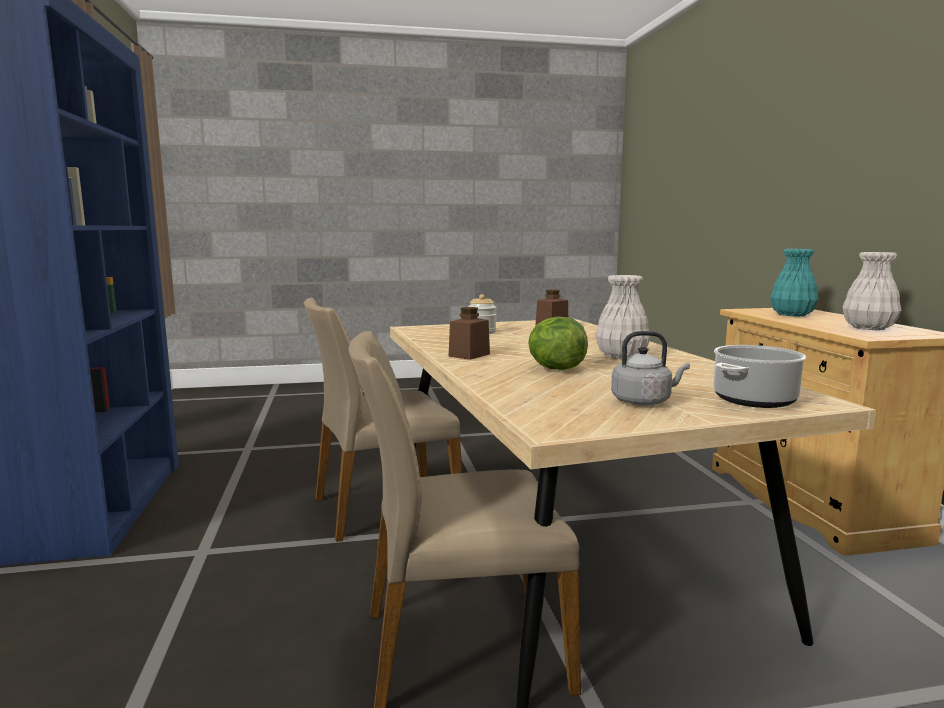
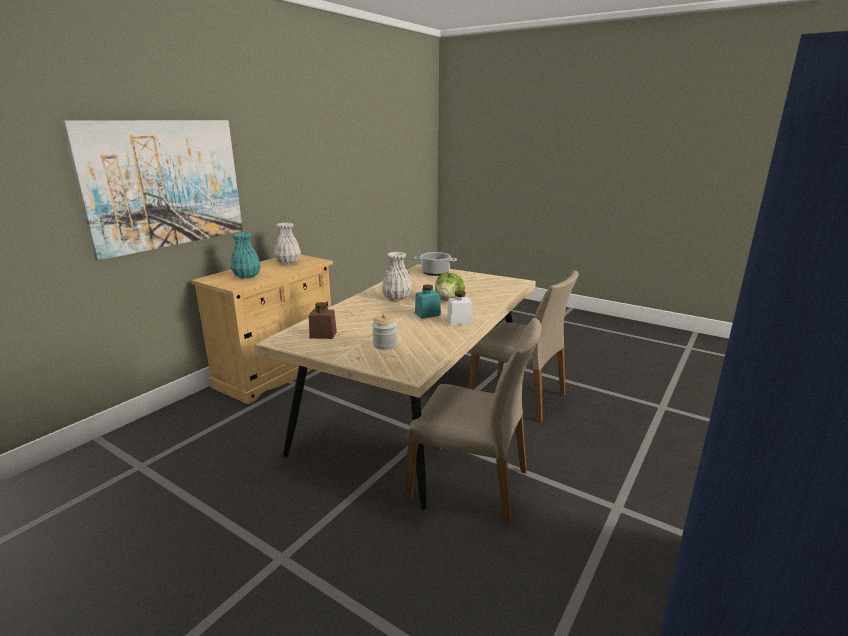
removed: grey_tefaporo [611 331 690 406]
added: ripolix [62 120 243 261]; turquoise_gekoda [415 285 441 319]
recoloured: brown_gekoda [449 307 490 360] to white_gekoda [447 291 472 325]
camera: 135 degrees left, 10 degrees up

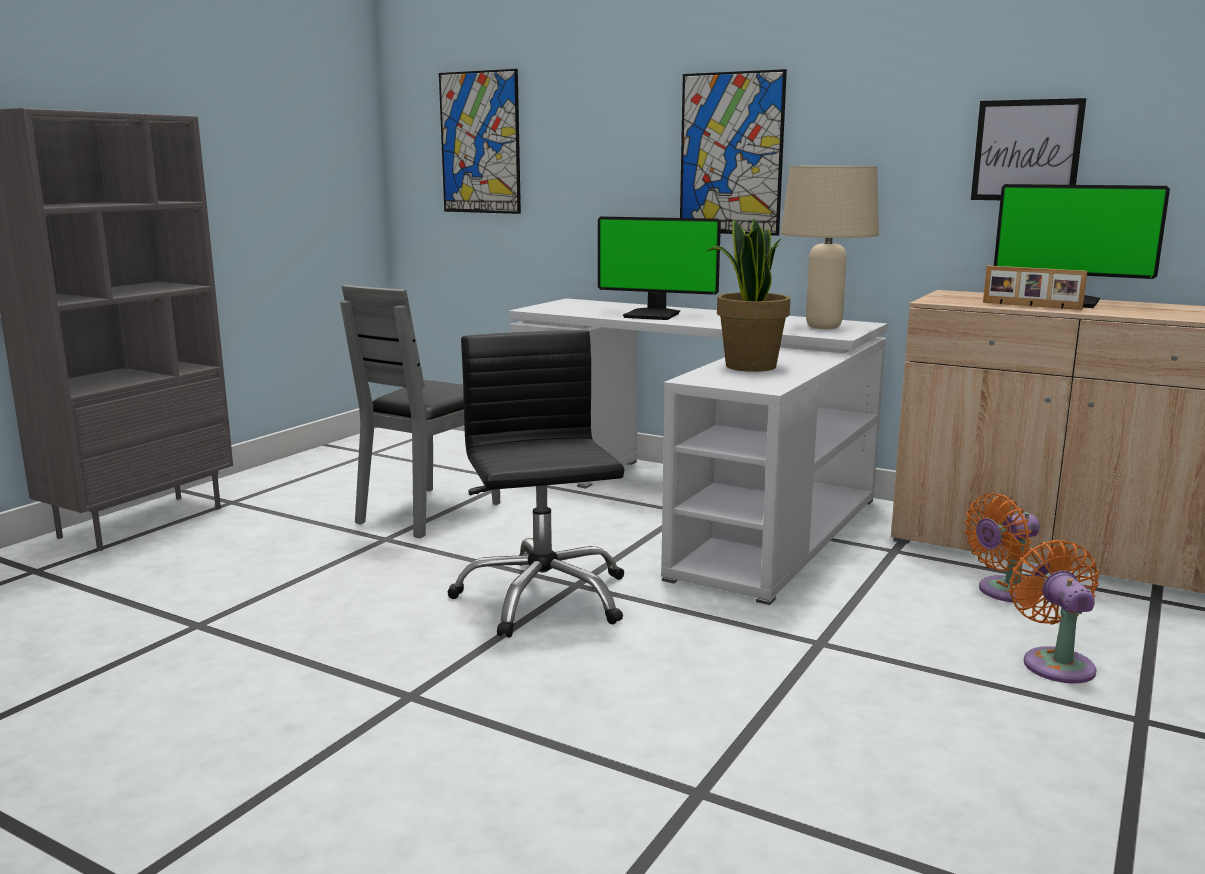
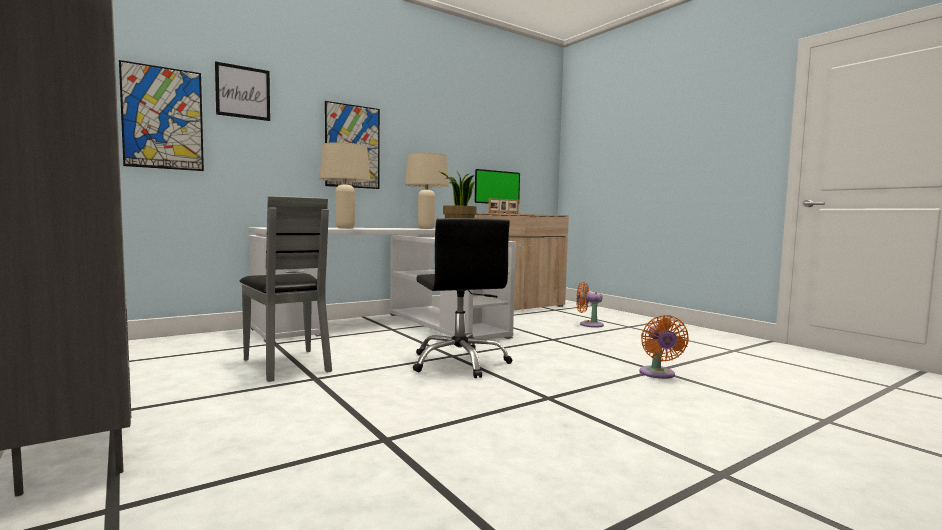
moved: ripolix [971 98 1086 200] to [215 61 270 121]; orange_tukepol [964 493 1040 603] to [640 315 689 379]
replaced: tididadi [598 216 721 320] to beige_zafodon [319 142 370 229]
turned: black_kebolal [447 330 624 638] = [413 218 512 378] 120 degrees counterclockwise
camera: 65 degrees left, 10 degrees down

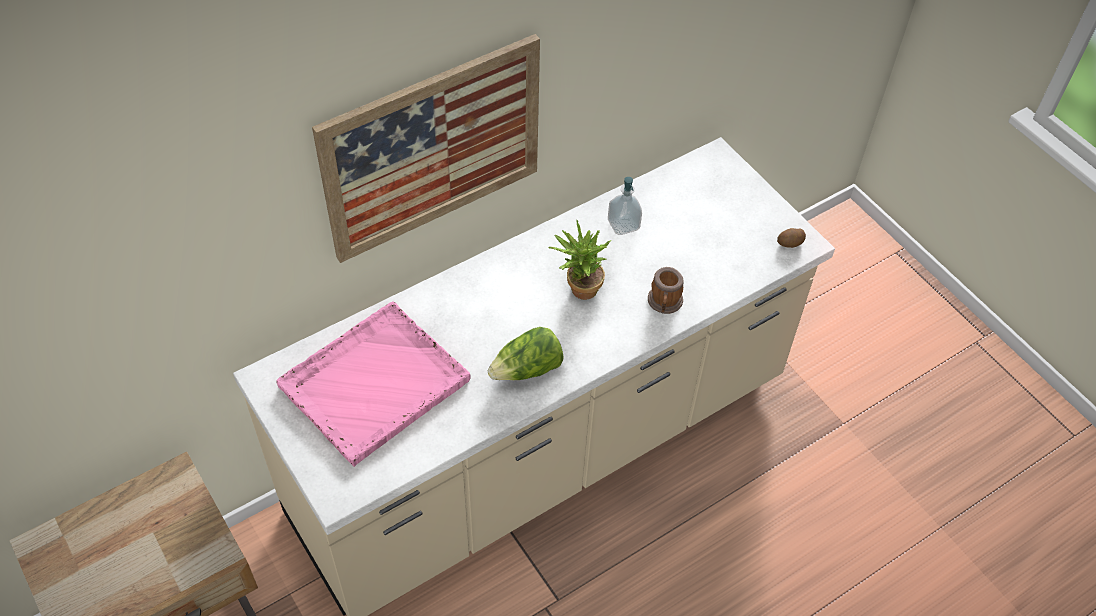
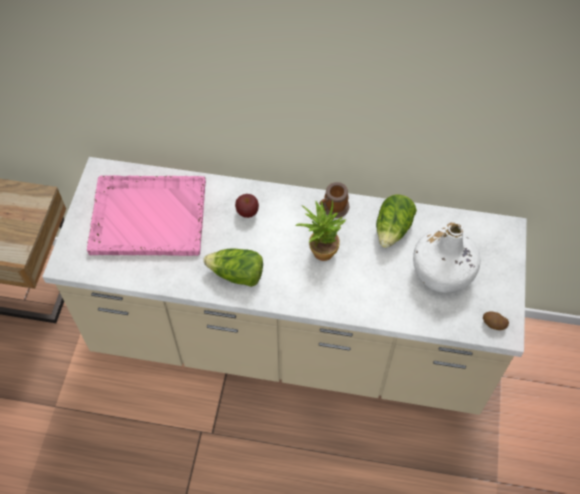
removed: ripolix [312 34 540 263]
added: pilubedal [235 194 259 218]; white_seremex [413 222 481 293]
moved: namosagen [648 267 684 314] to [319 182 349 218]
replaced: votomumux [608 177 642 235] to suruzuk [376 194 417 248]
camera: 45 degrees right, 5 degrees up

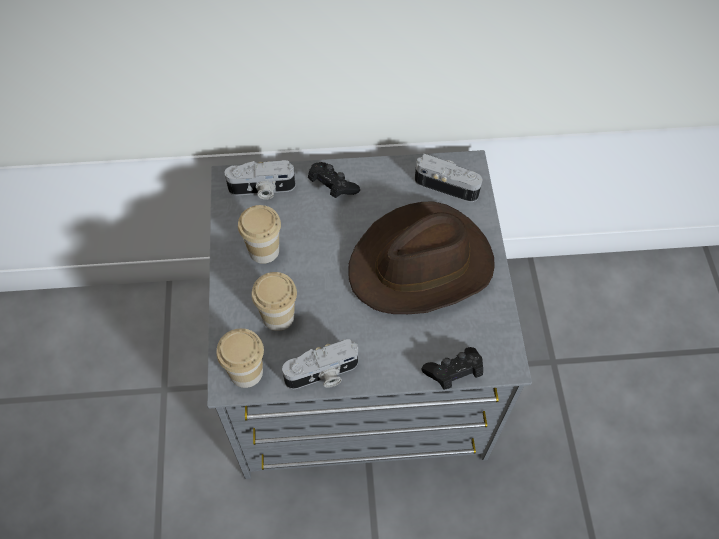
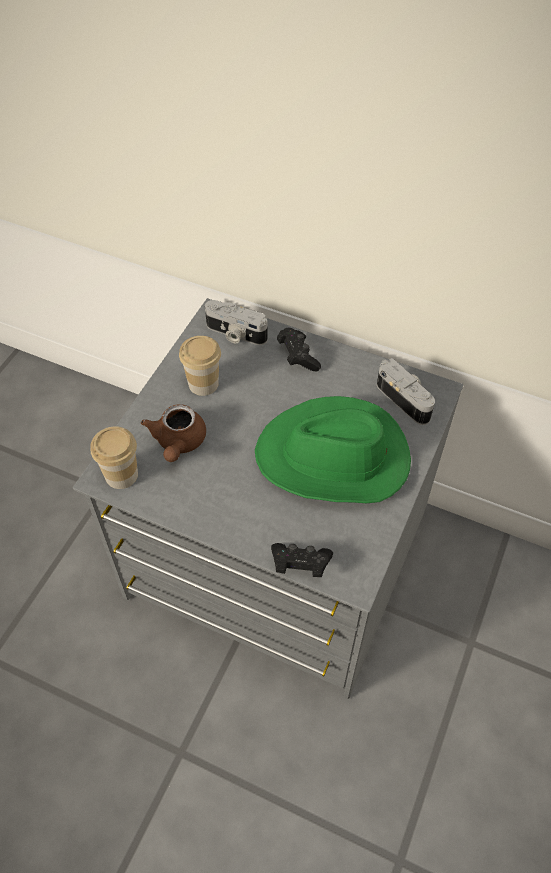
removed: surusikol [282 339 358 389]
replaced: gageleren [251 272 297 331] to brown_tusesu [141 404 206 462]
recoloured: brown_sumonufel [348 201 495 314] to green_sumonufel [255 396 411 503]
camera: 30 degrees right, 5 degrees down

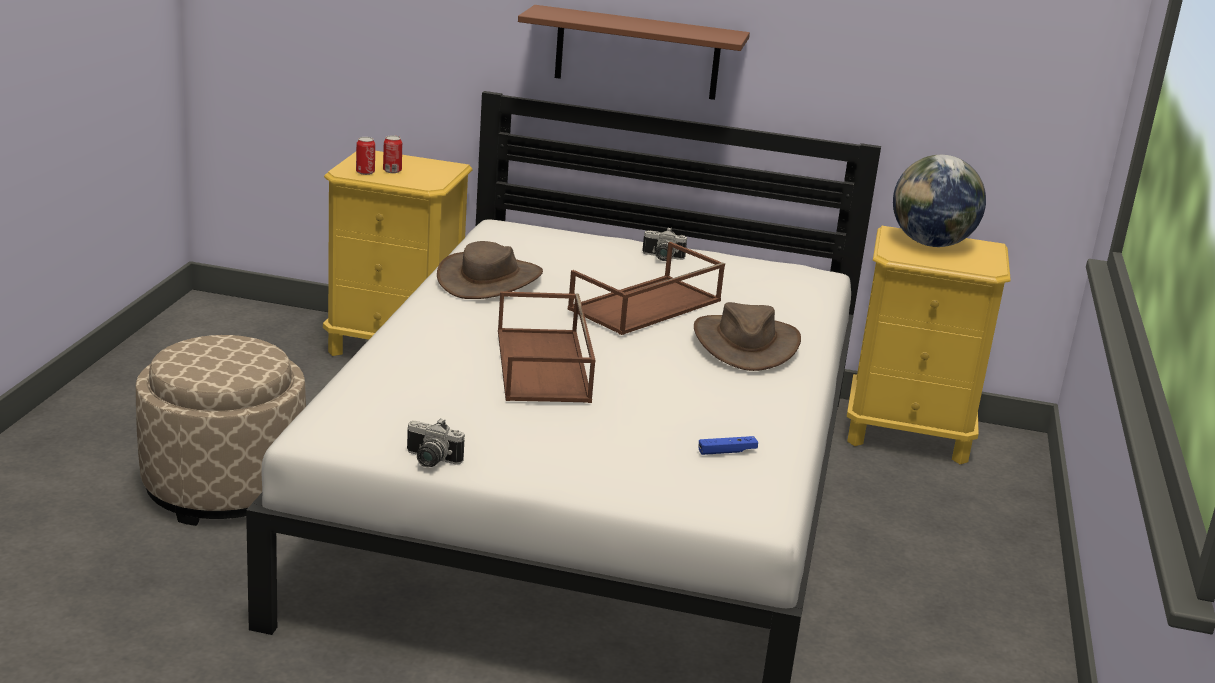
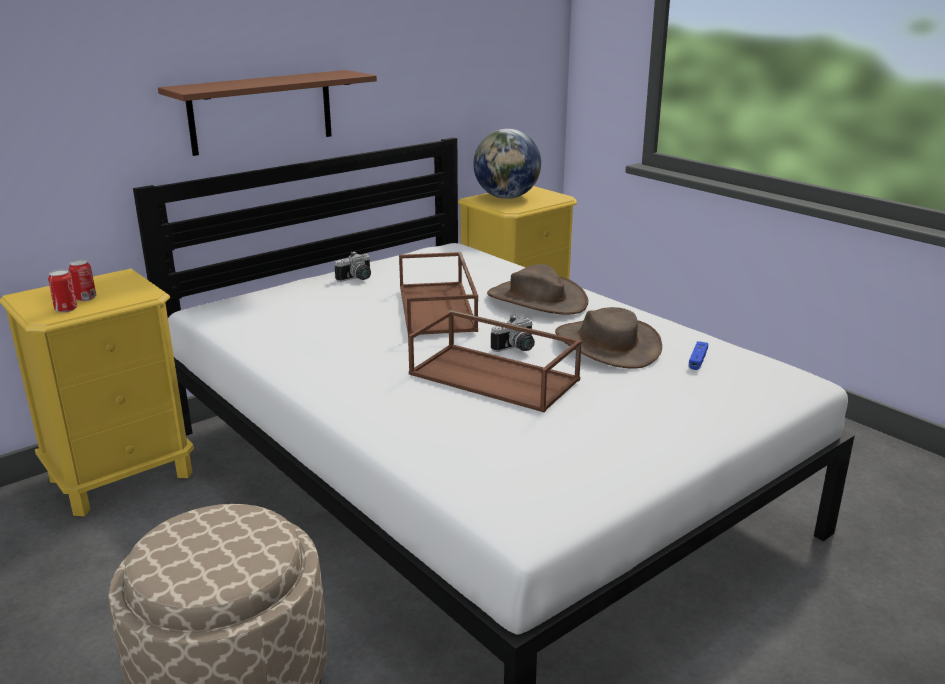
moved: brown_sumonufel [437 241 543 299] to [555 307 662 369]; surusikol [407 419 465 467] to [491 315 535 352]
camera: 50 degrees left, 0 degrees up

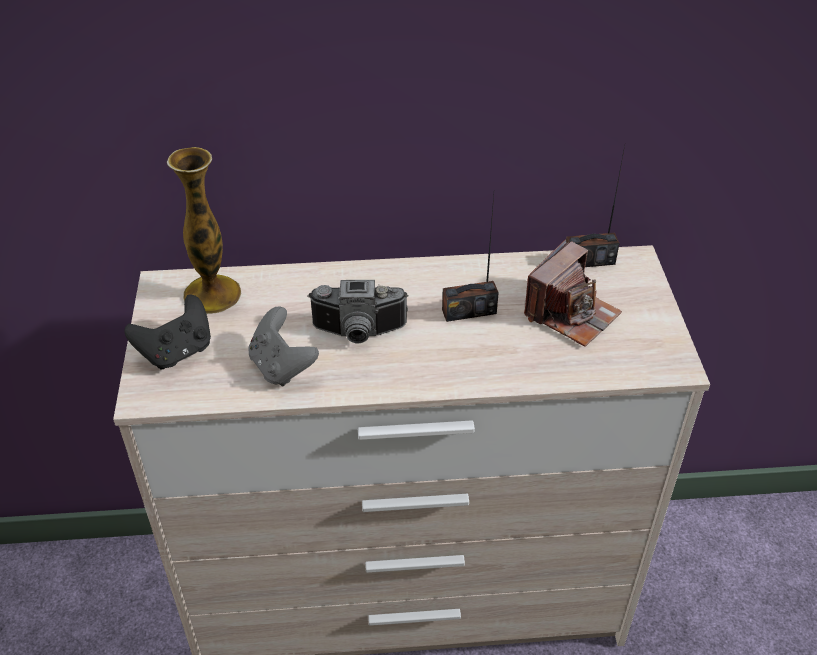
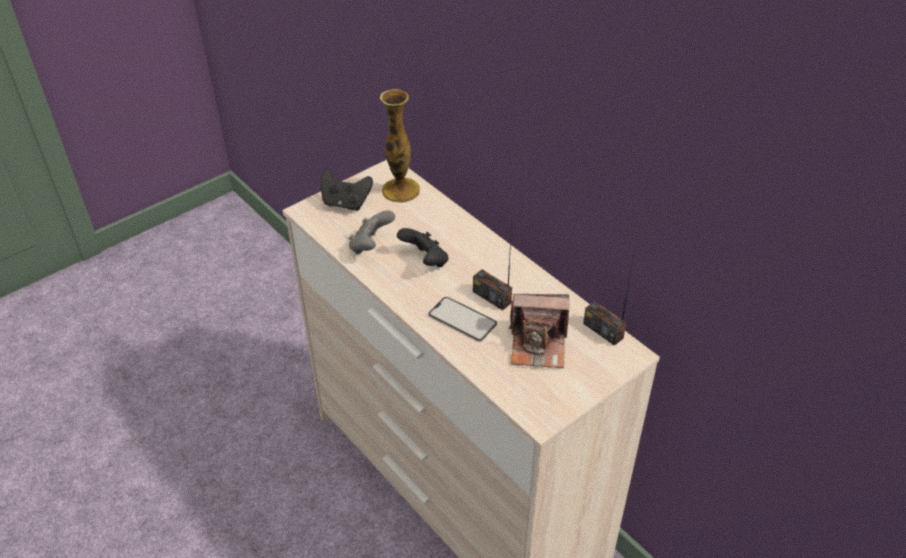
added: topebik [428 297 497 342]
replaced: surusikol [308 280 408 343] to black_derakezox [397 228 449 267]
camera: 55 degrees right, 0 degrees up

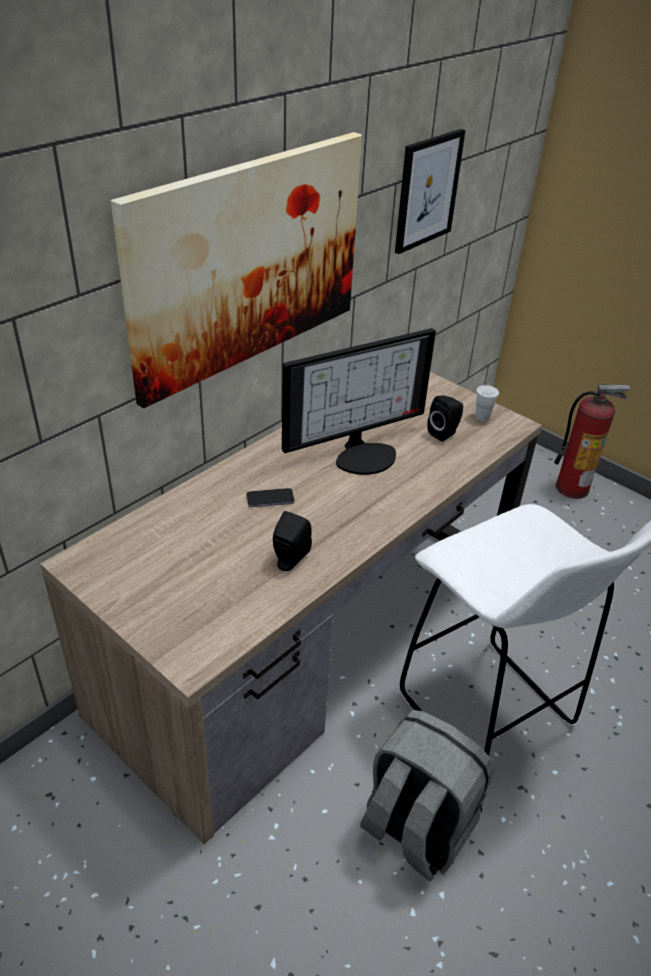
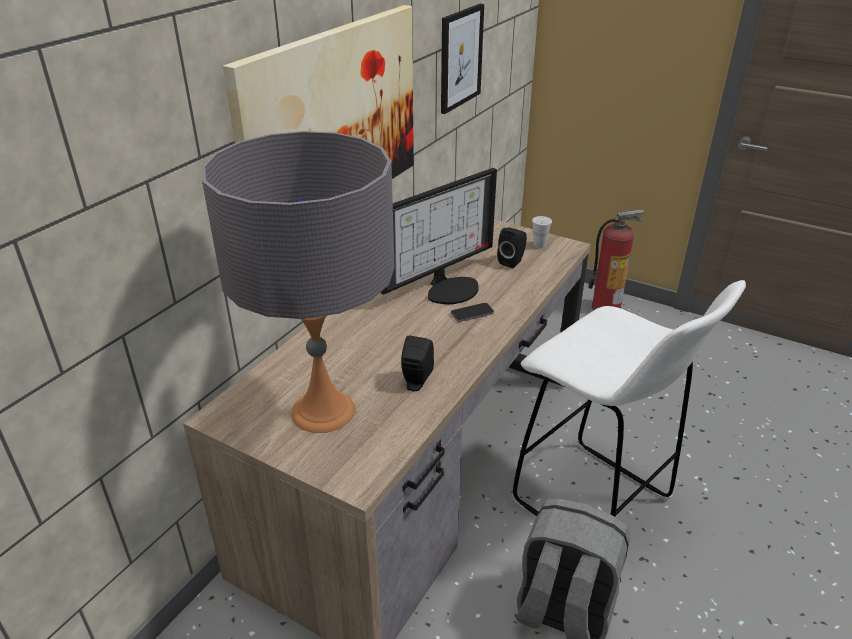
added: grey_zafodon [201 131 394 433]
moved: topebik [246 488 295 507] to [451 303 494 322]
camera: 10 degrees left, 5 degrees down

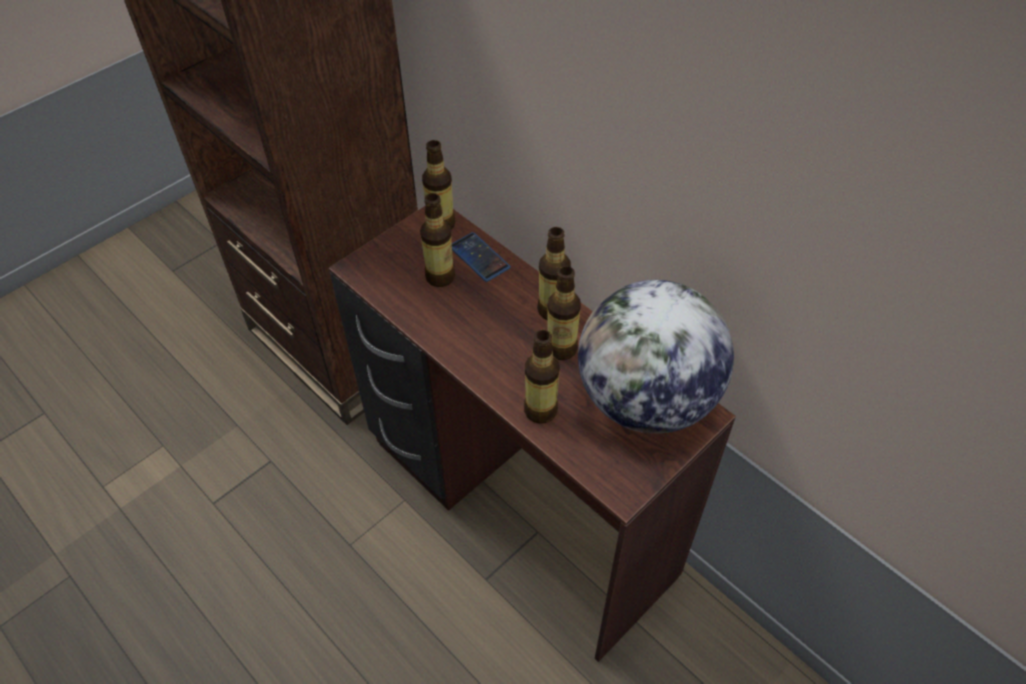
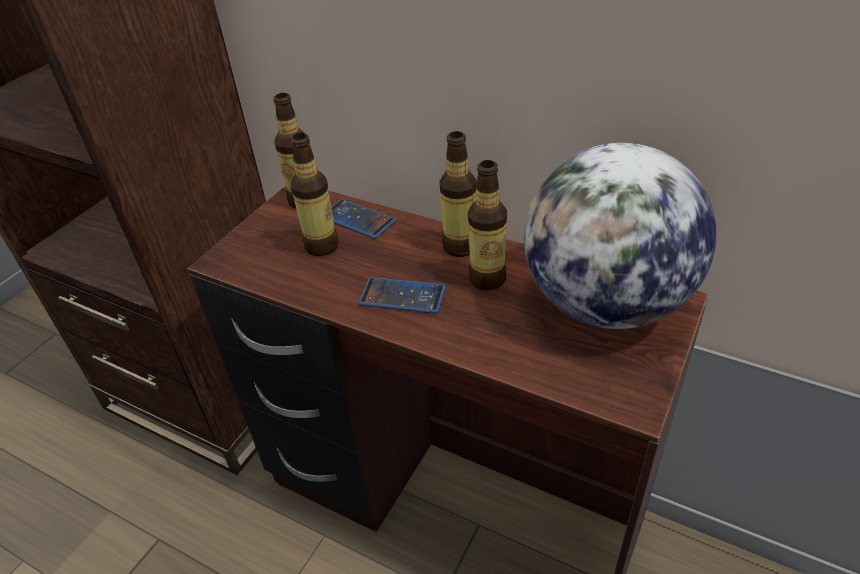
removed: seremex [524 330 560 424]
added: topebik [358 277 446 314]
camera: 15 degrees left, 10 degrees down

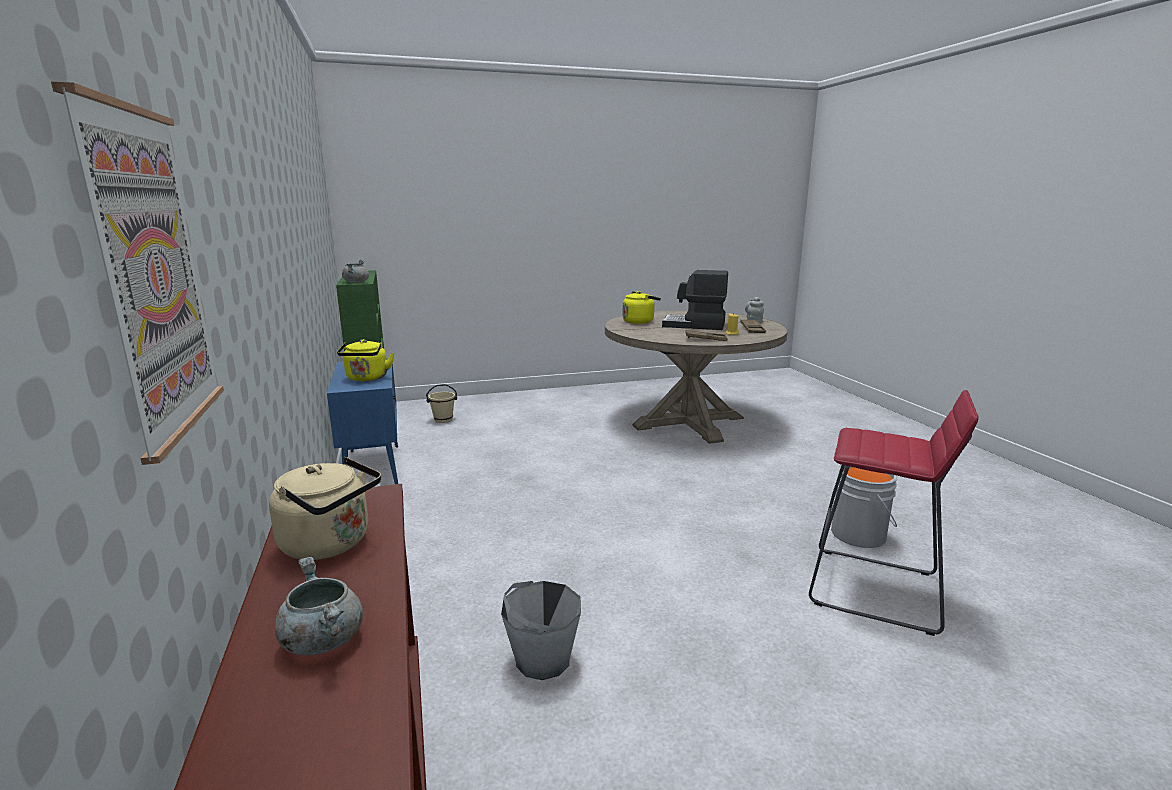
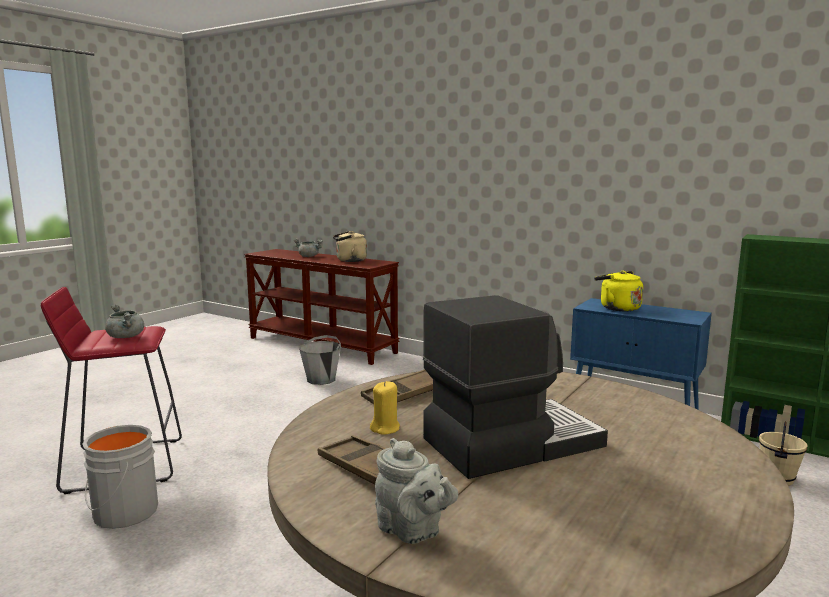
removed: ripolix [51 82 224 465]; yellow_tefaporo [623 291 661 324]
moved: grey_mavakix [342 259 369 283] to [105 304 144 338]
camera: 140 degrees right, 5 degrees down

